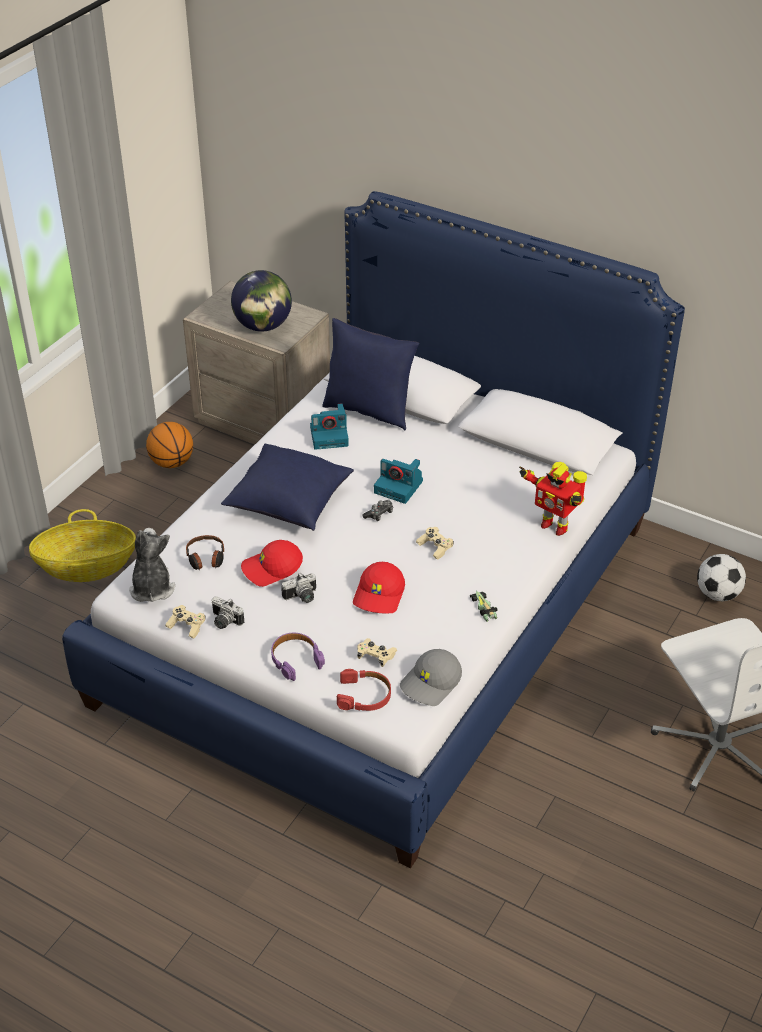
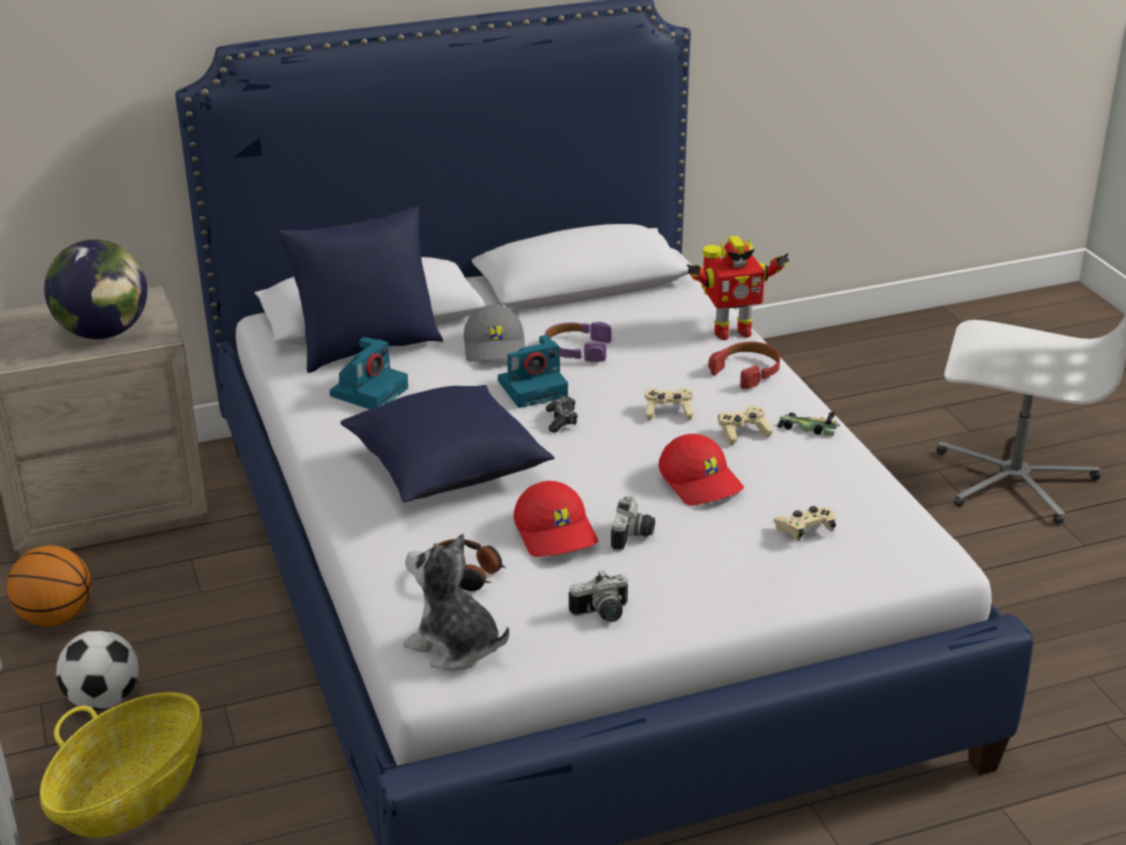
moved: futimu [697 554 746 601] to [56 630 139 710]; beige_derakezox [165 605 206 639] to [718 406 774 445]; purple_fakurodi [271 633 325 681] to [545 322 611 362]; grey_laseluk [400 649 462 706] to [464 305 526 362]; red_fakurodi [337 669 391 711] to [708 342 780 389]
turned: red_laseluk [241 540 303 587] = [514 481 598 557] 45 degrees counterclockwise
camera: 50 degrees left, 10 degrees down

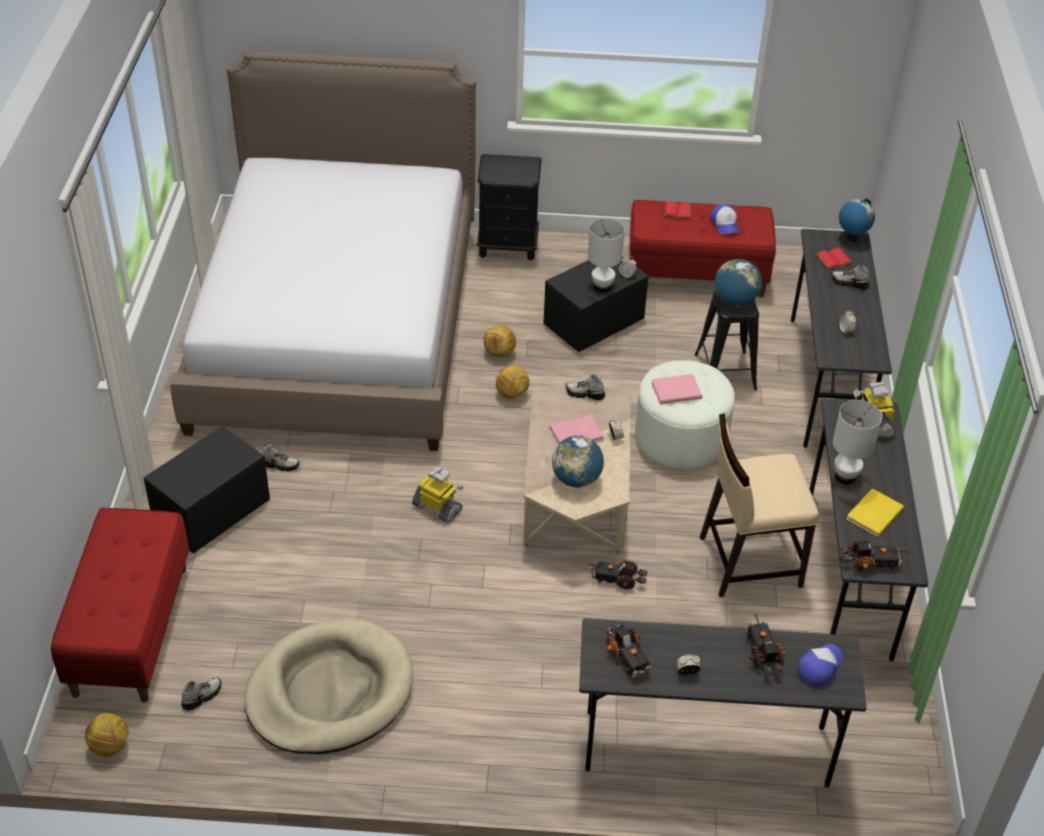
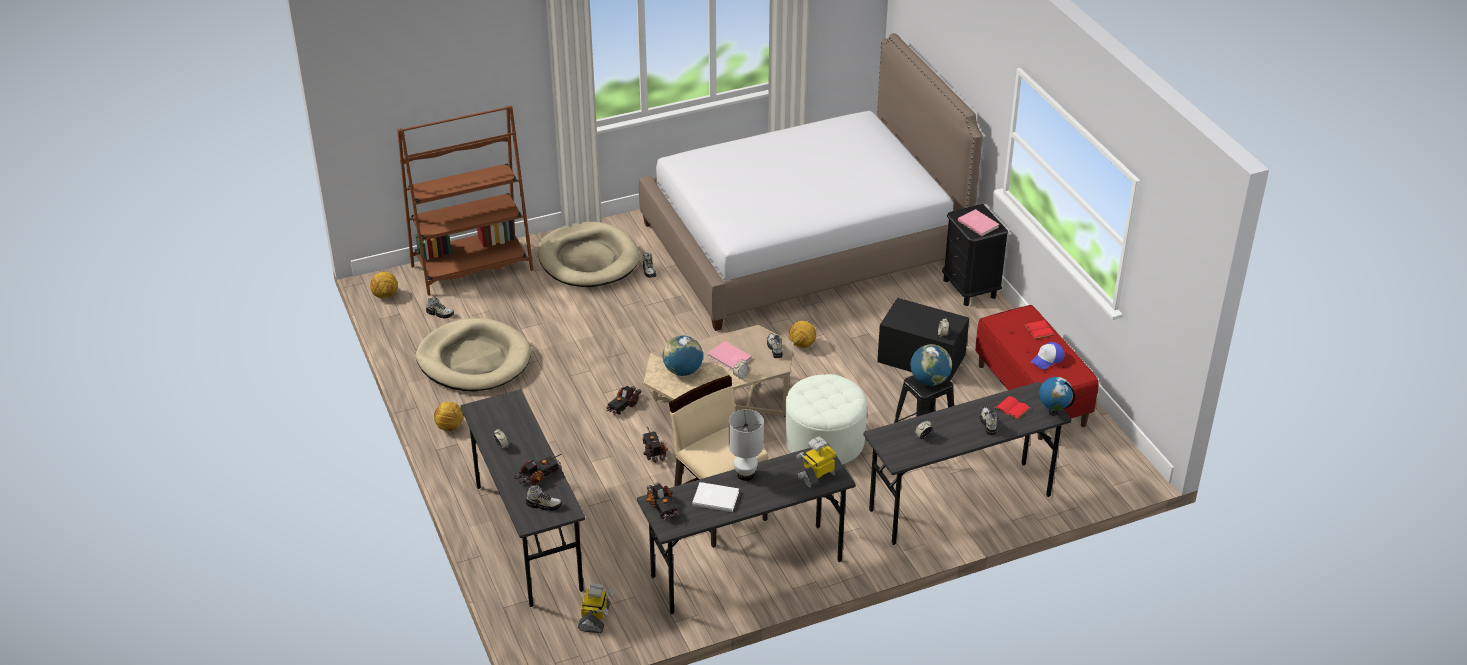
removed: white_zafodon [588 218 625 292]
moved: futimu [484 325 516 357] to [434 402 463 431]; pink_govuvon [651 374 702 404] to [958 209 1000 236]; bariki [412 466 463 523] to [578 583 614 633]; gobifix [606 622 652 678] to [606 386 641 415]
replaced: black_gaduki [143 425 270 554] to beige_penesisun [538 222 640 287]; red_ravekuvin [51 508 189 702] to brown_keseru [397 106 533 296]; laseluk [797 644 843 687] to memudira [526 485 562 511]
recoloured: yellow_govuvon [846 488 904 537] to white_govuvon [692 482 739 512]
camera: 65 degrees right, 5 degrees down

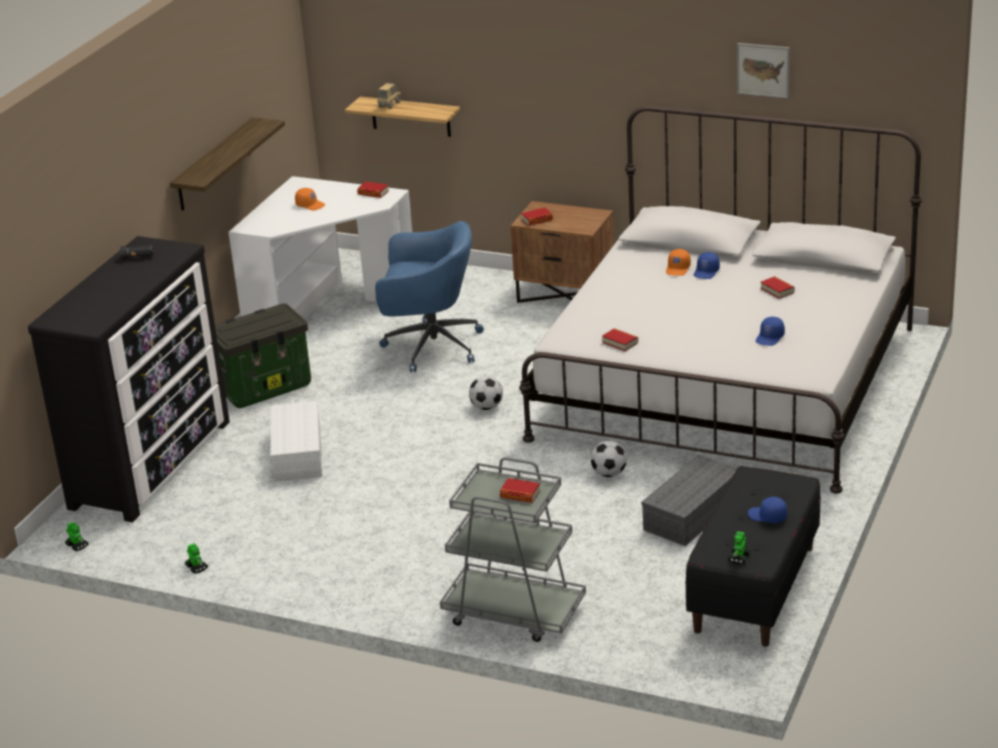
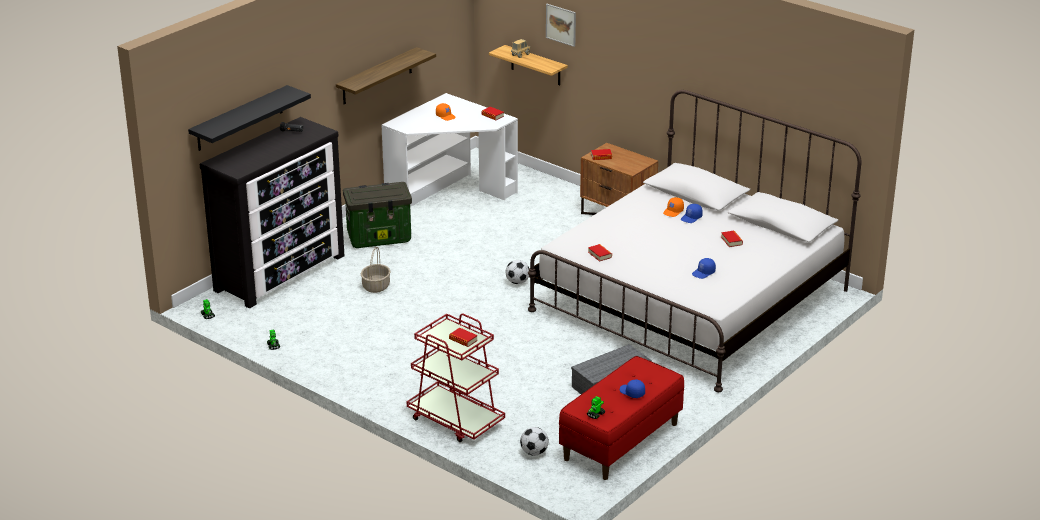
removed: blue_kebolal [375 221 484 372]
added: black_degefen [188 85 311 151]
moved: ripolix [737 43 790 99] to [546 4 576 47]; futimu [591 441 627 477] to [520 427 549 456]
replaced: white_gaduki [271 401 322 482] to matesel [361 247 390 293]
recoloured: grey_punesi [440 457 586 642] to red_punesi [407 313 505 442]; black_ravekuvin [686 466 821 647] to red_ravekuvin [559 356 684 480]
camera: 15 degrees right, 0 degrees up

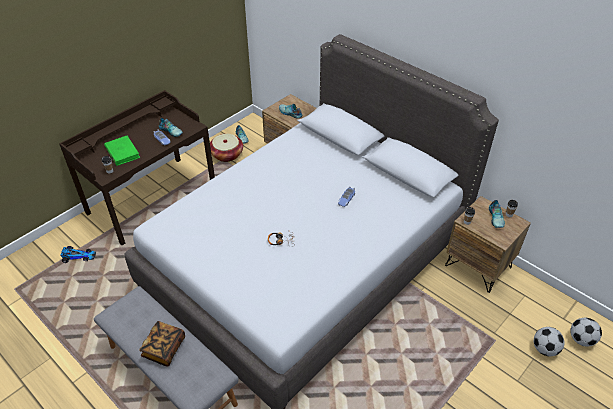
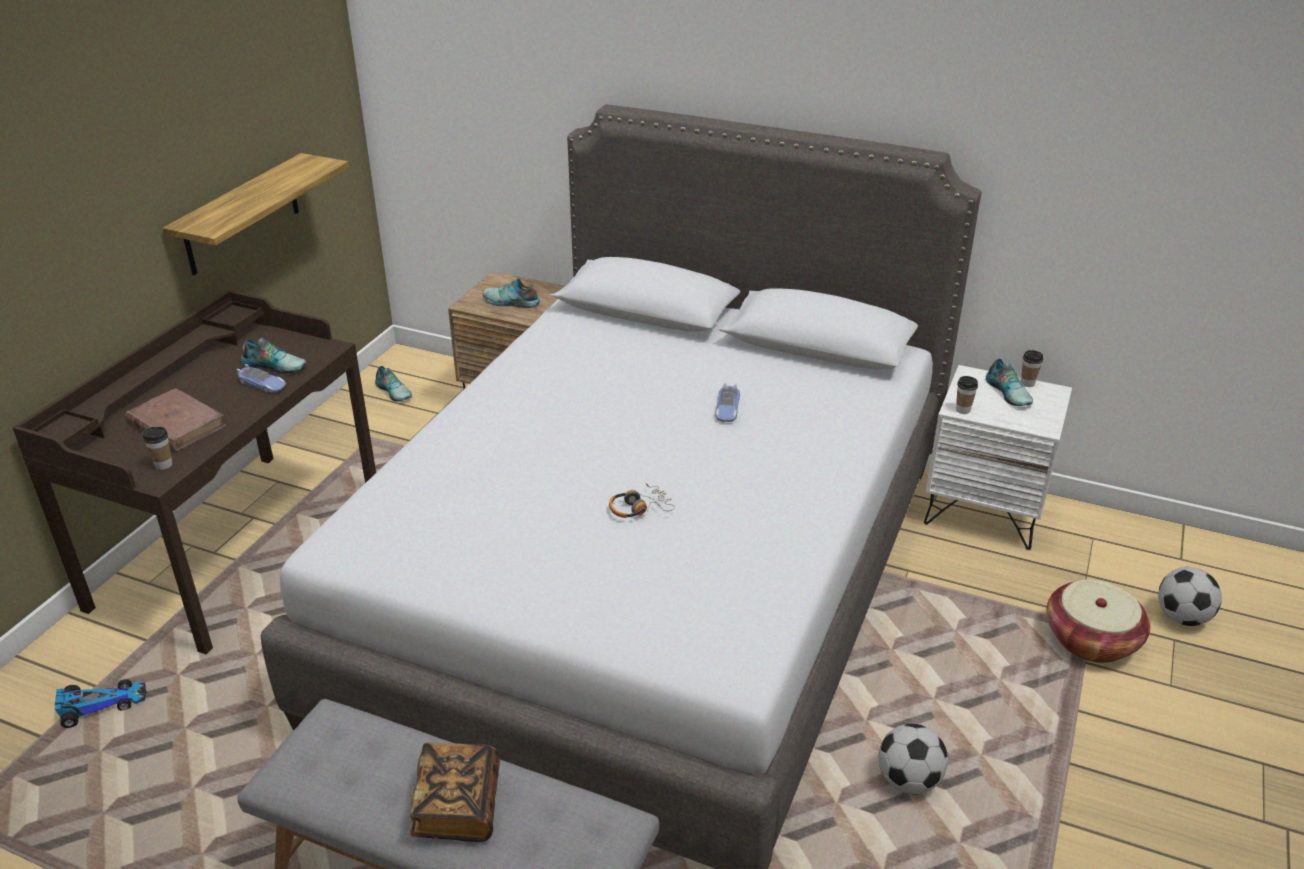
added: degefen [163 153 349 275]
moved: matesel [210 134 243 162] to [1046 579 1150 663]; futimu [570 318 602 347] to [879 724 948 794]
recoloured: green_govuvon [104 136 140 166] to brown_govuvon [125 388 226 452]; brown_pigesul [445 196 531 293] to white_pigesul [924 365 1072 550]
camera: 20 degrees left, 10 degrees down

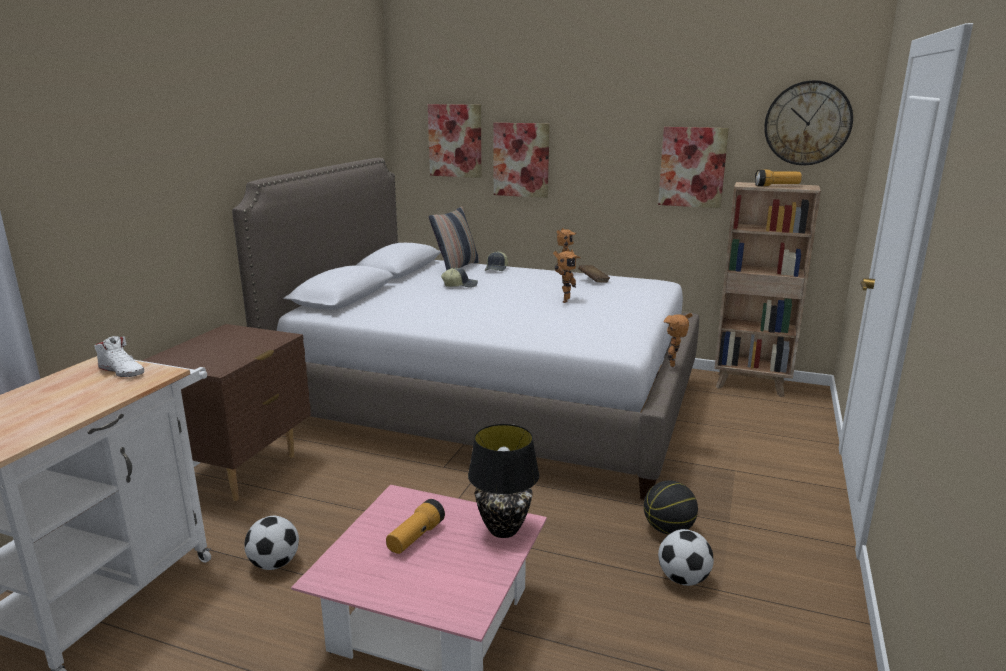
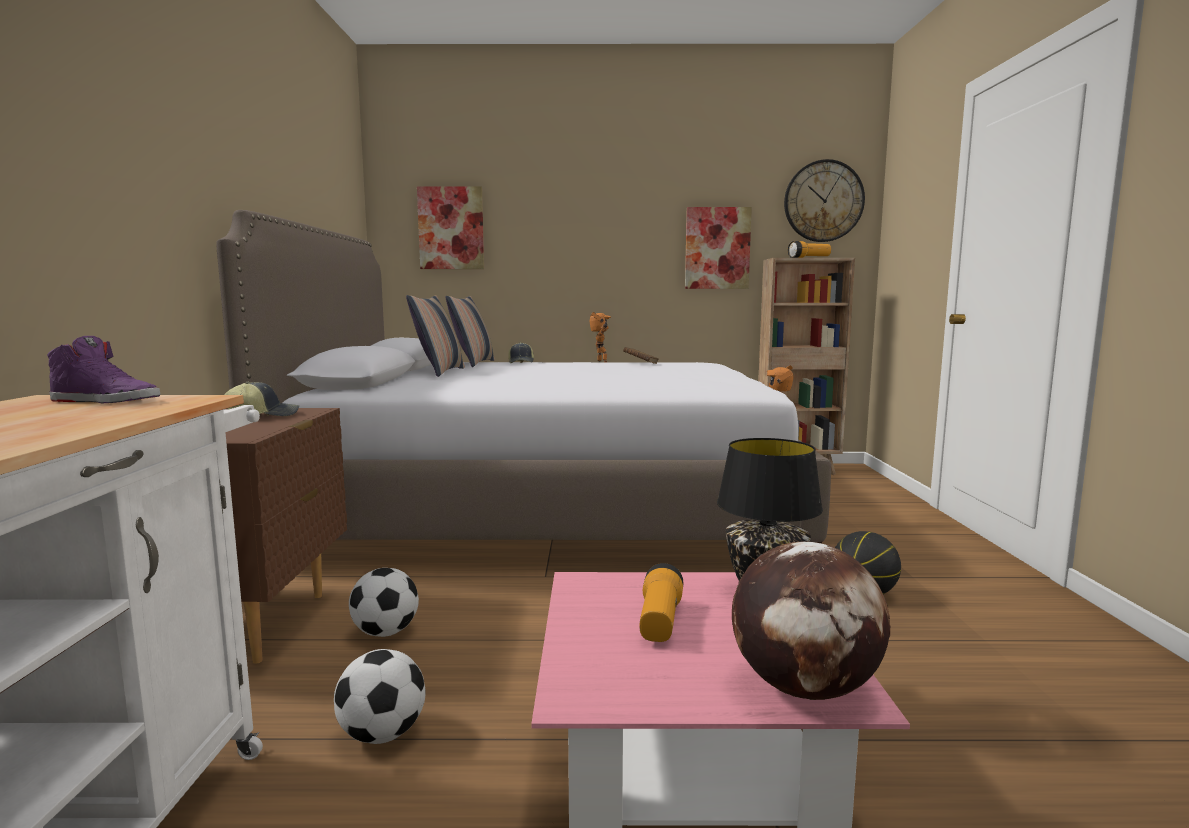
removed: ripolix [493 123 549 198]; bariki [553 250 581 303]
added: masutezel [406 295 465 377]; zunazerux [732 542 890 700]
moved: laseluk [441 268 478 288] to [224 382 299 416]; futimu [658 529 714 586] to [349 568 419 637]
recoloured: white_memudira [94 336 144 377] to purple_memudira [47 336 161 403]
camera: 20 degrees left, 10 degrees down

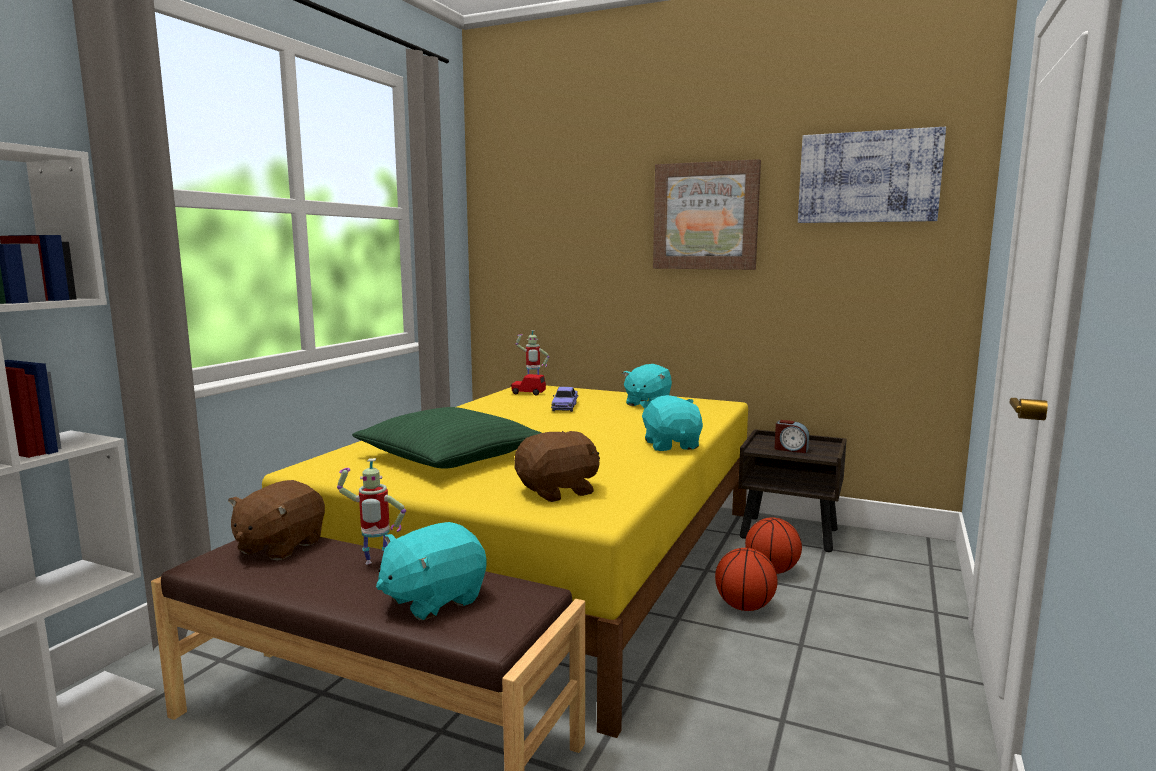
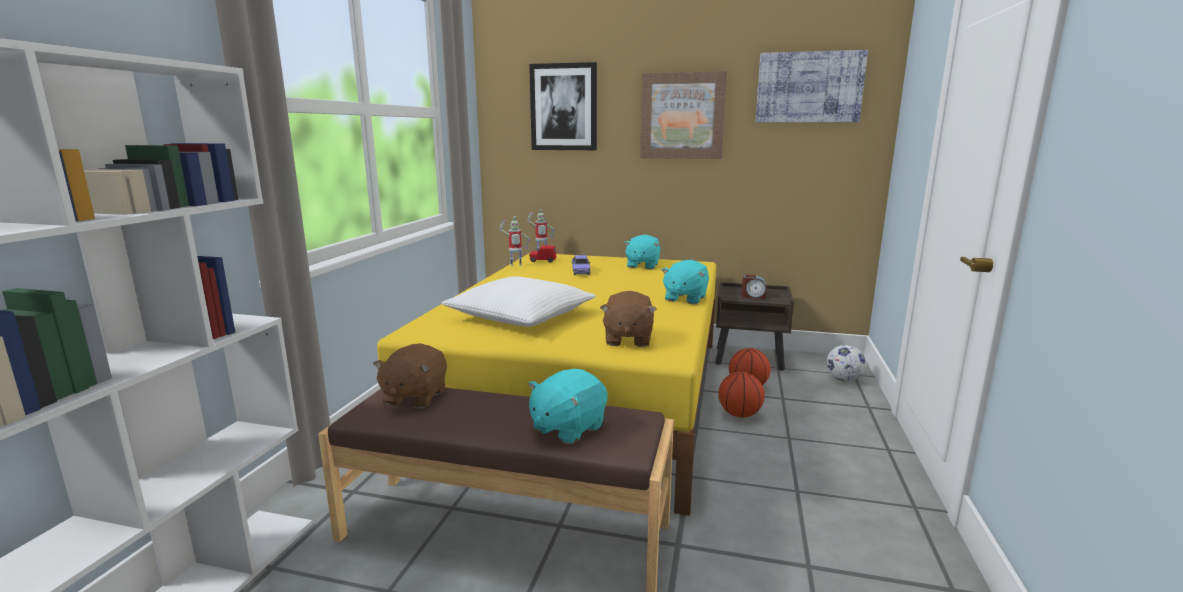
added: ripolix [529 62 597 150]; futimu [826 345 866 381]
moved: bariki [337 458 406 564] to [500 216 530 266]
recoloured: green_masutezel [352 407 542 469] to white_masutezel [442 276 596 327]
turned: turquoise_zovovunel [639 395 703 451] = [661 260 709 304] 135 degrees counterclockwise; brown_zovovunel [514 431 600 502] = [600 291 657 347] 135 degrees clockwise
camera: 10 degrees left, 5 degrees up

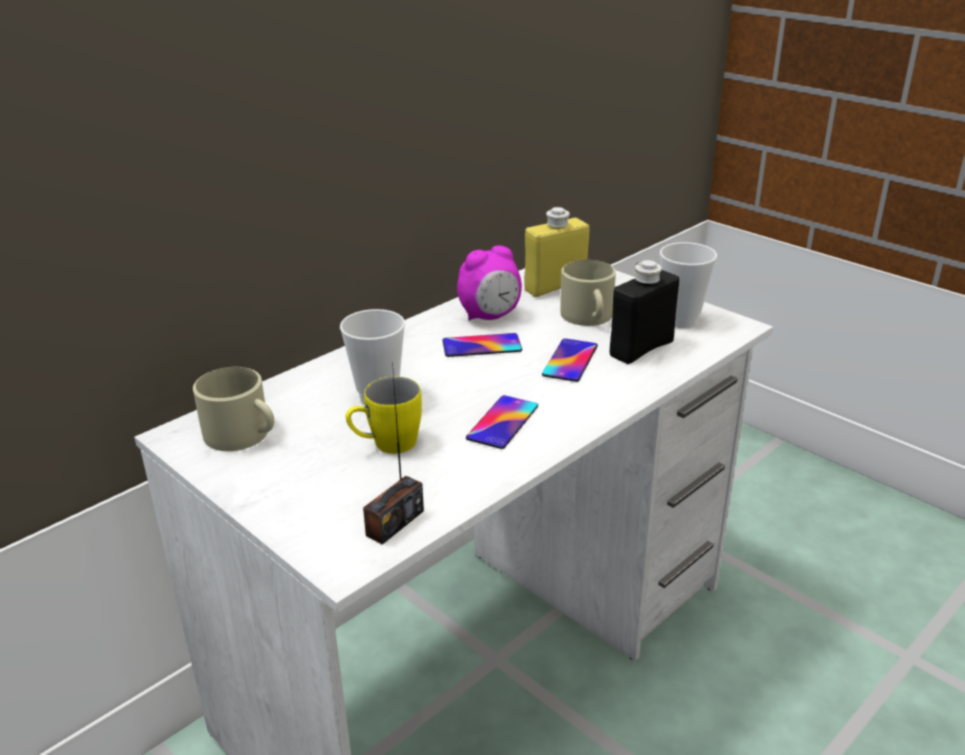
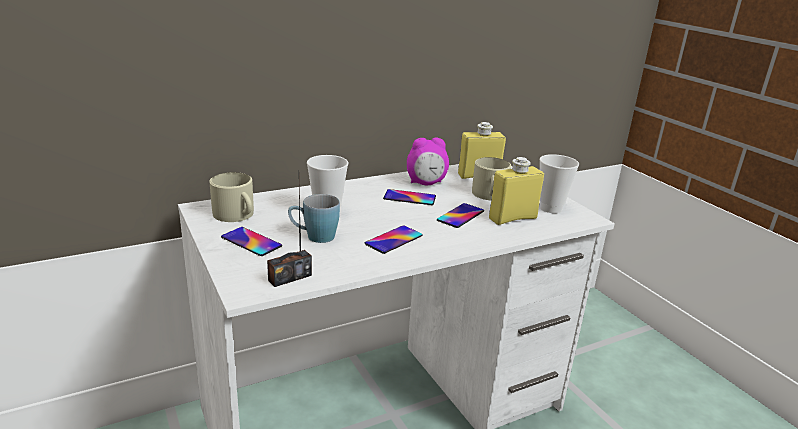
added: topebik [221 227 282 256]
recoloured: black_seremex [610 260 679 364] to yellow_seremex [489 157 544 225]; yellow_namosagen [346 376 422 454] to blue_namosagen [288 194 340 243]
camera: 15 degrees right, 5 degrees down

